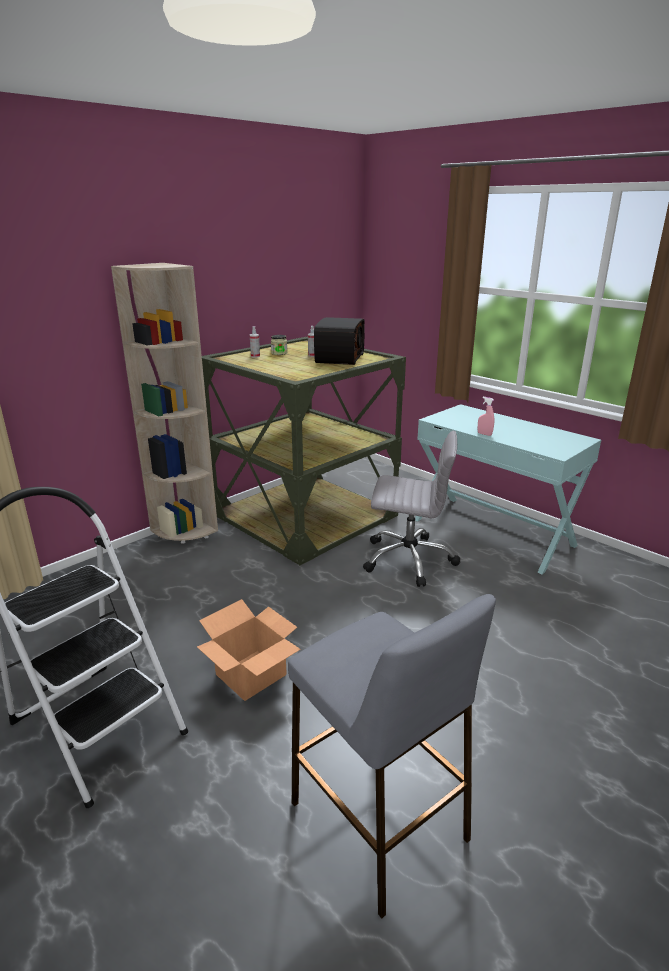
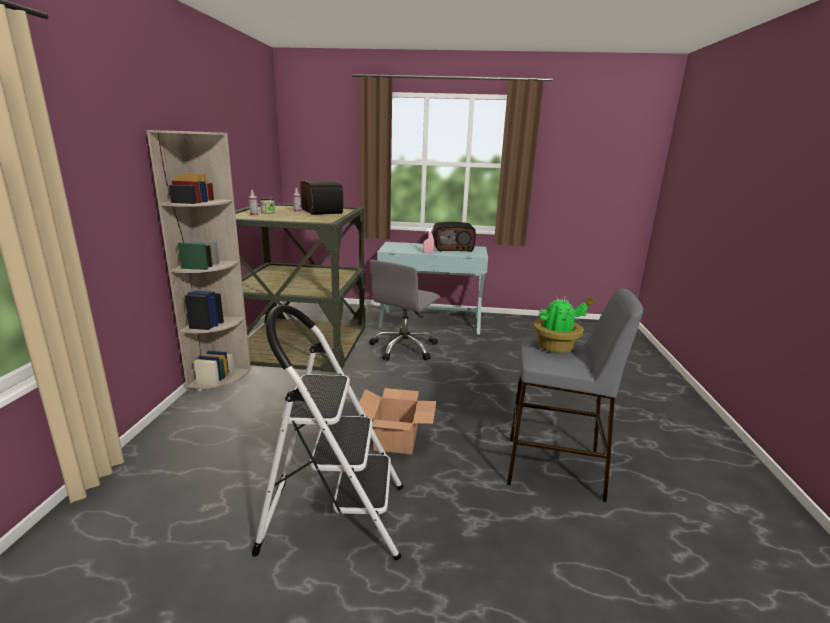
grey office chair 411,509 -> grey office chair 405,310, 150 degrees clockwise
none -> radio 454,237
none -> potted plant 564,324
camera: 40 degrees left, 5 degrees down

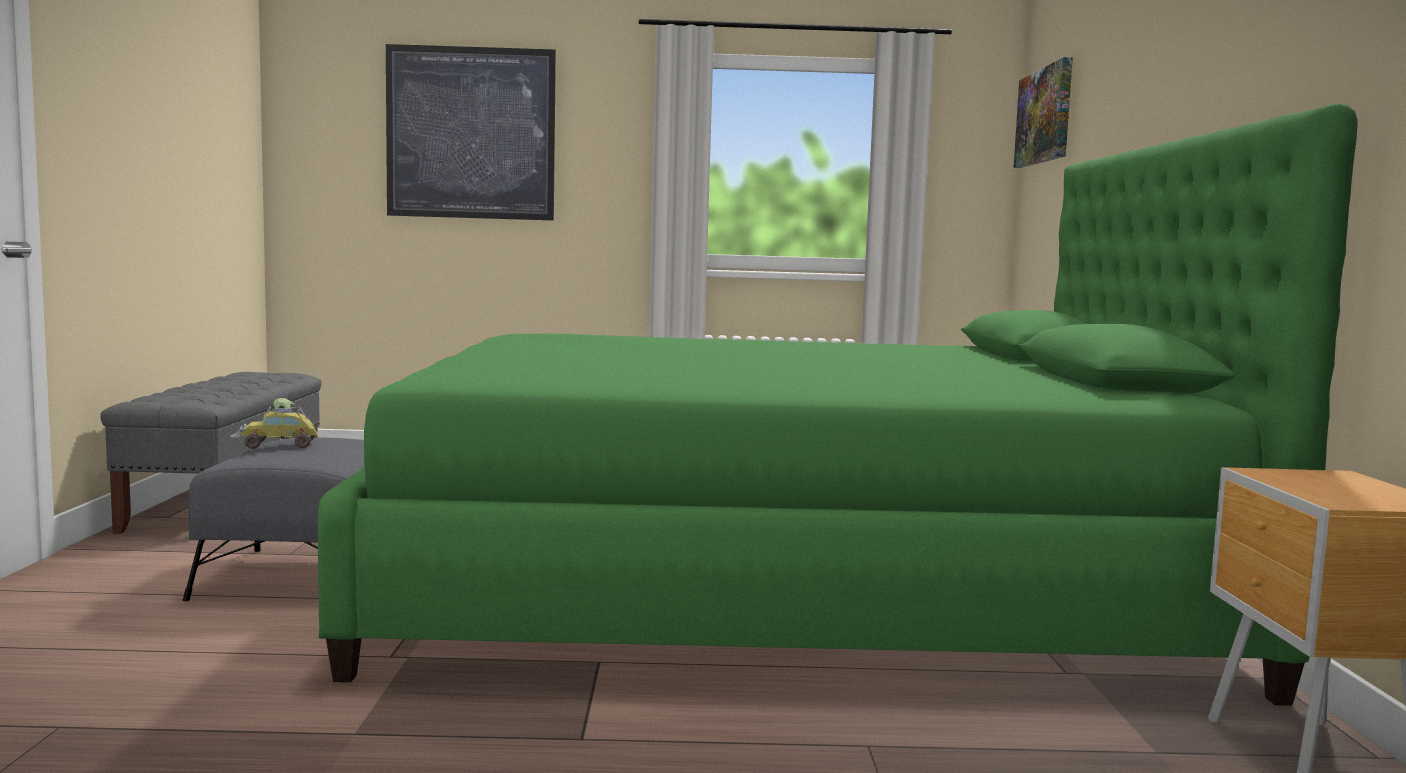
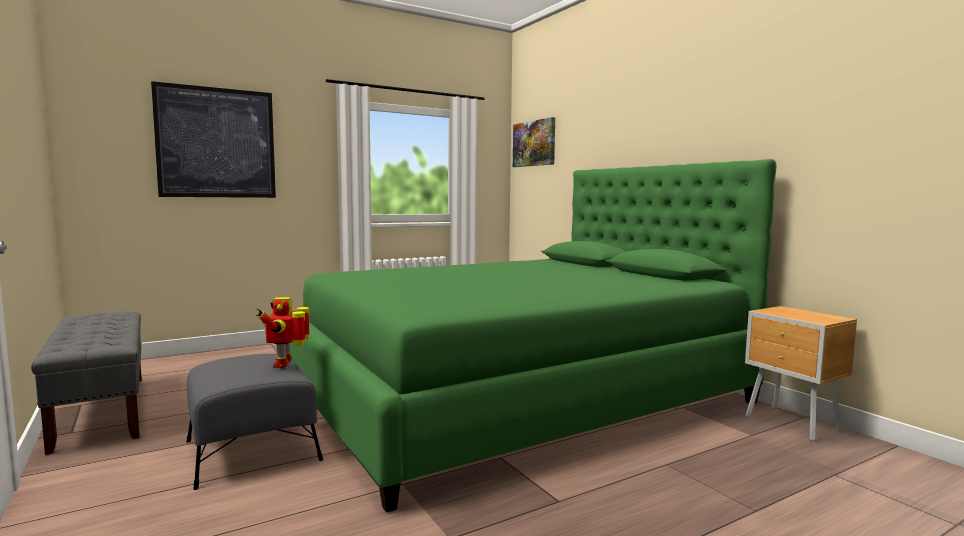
none -> toy robot 283,332
toy car 274,423 -> none
camera: 30 degrees left, 0 degrees up

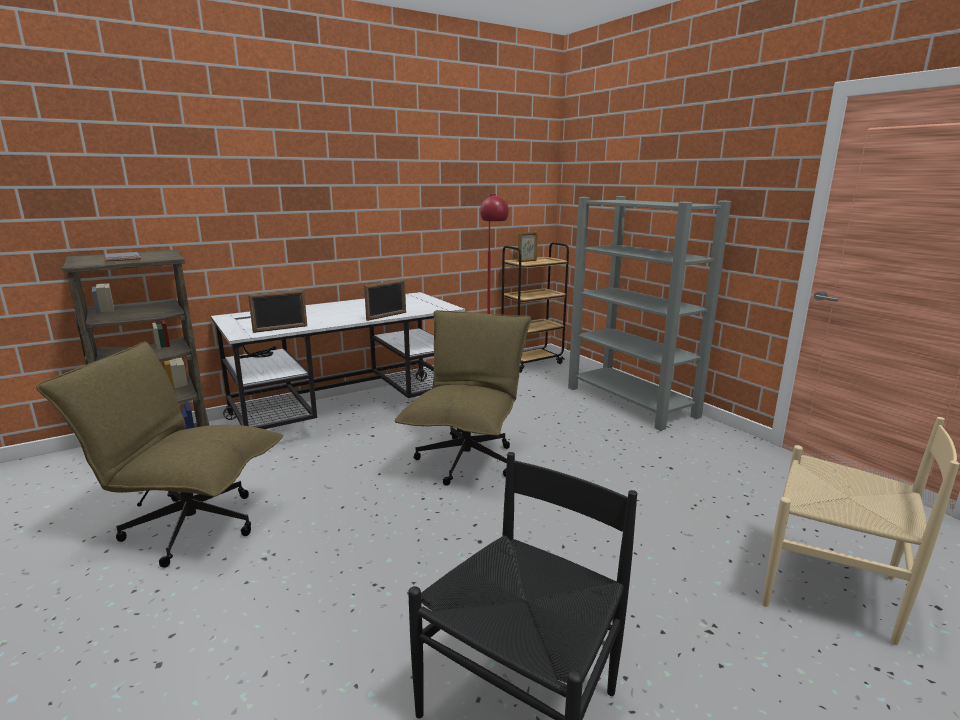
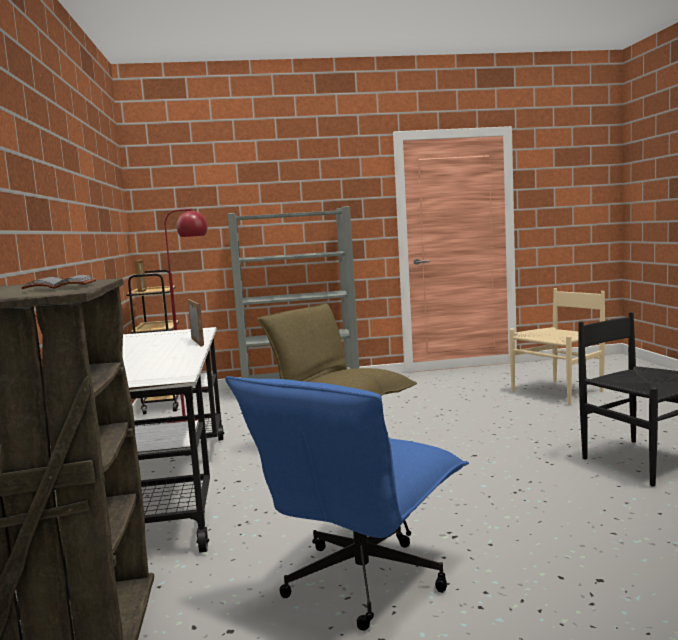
beige office chair 159,454 -> blue office chair 347,503
picture frame 277,311 -> none
camera: 65 degrees left, 10 degrees down

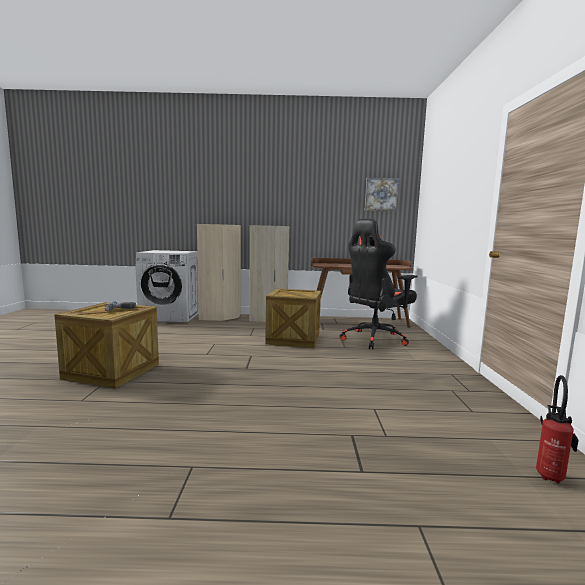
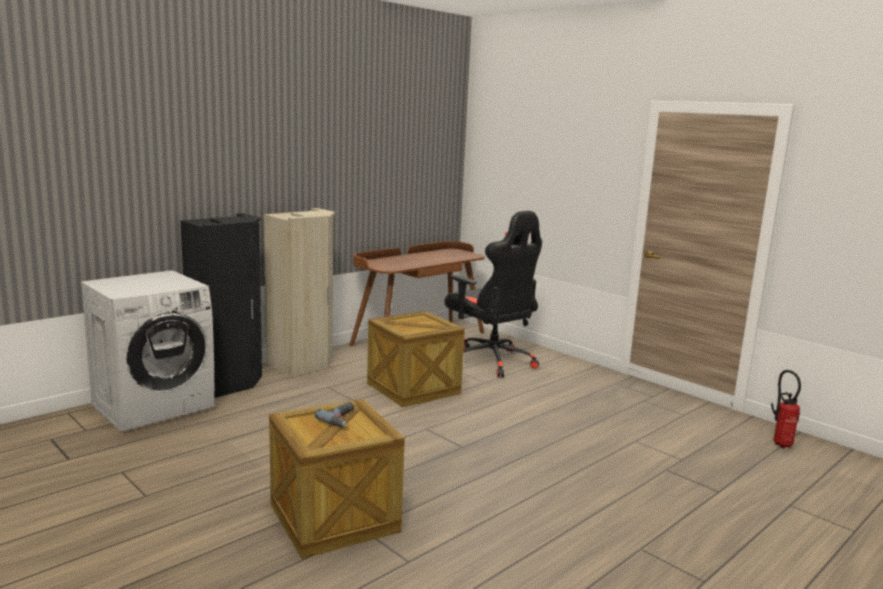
beige cabinet 219,272 -> black cabinet 221,305
black office chair 378,284 -> black office chair 493,294, 45 degrees counterclockwise
picture 382,194 -> none
camera: 45 degrees left, 5 degrees up

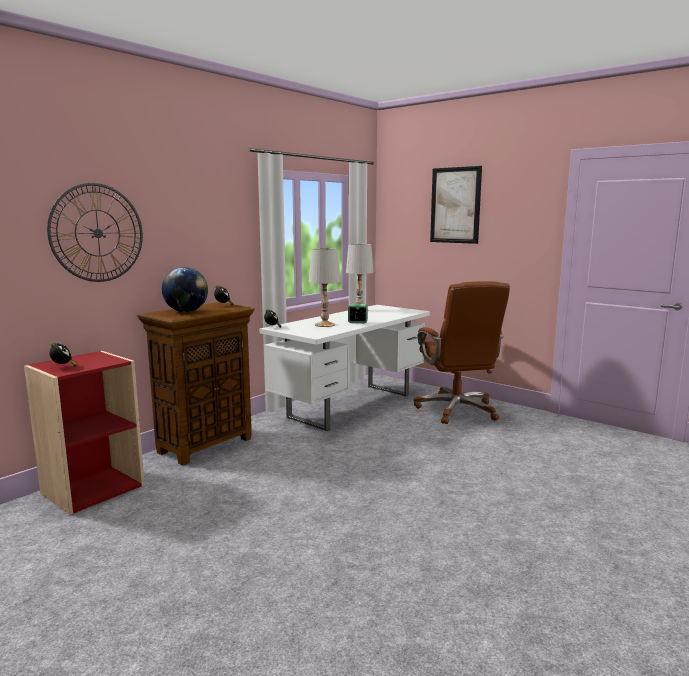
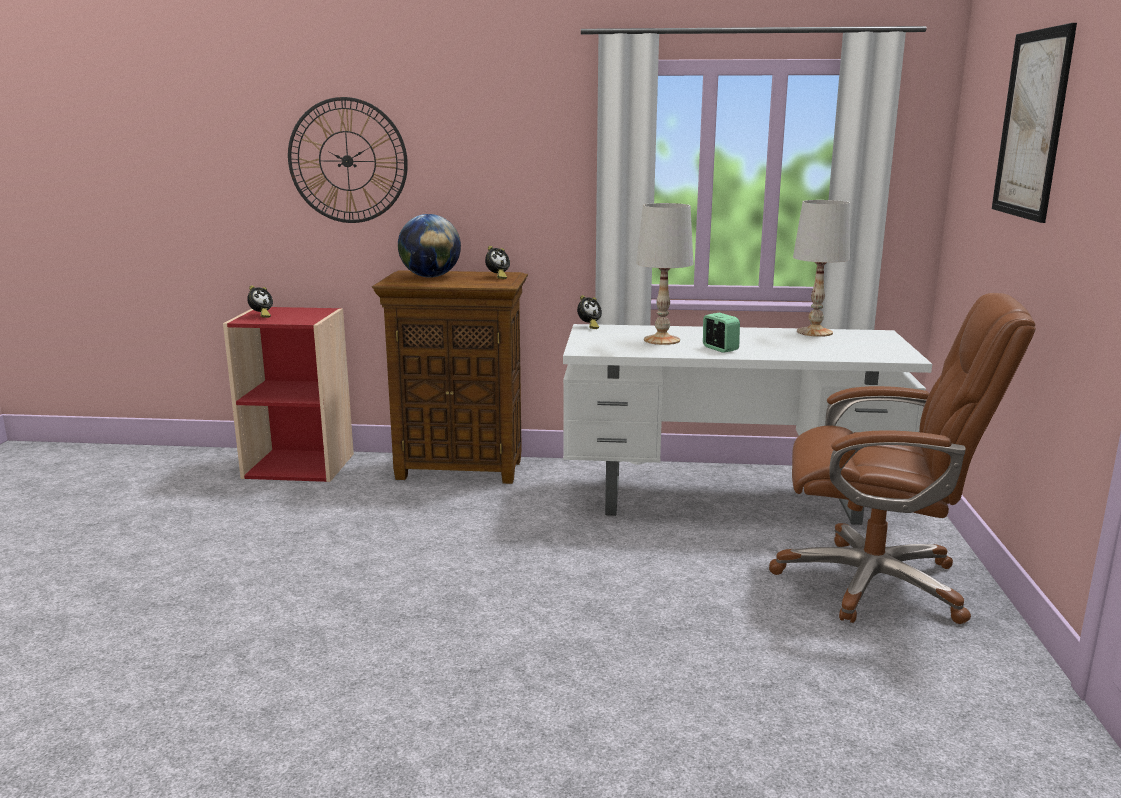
brown office chair 462,352 -> brown office chair 902,458, 120 degrees counterclockwise
camera: 55 degrees right, 5 degrees up

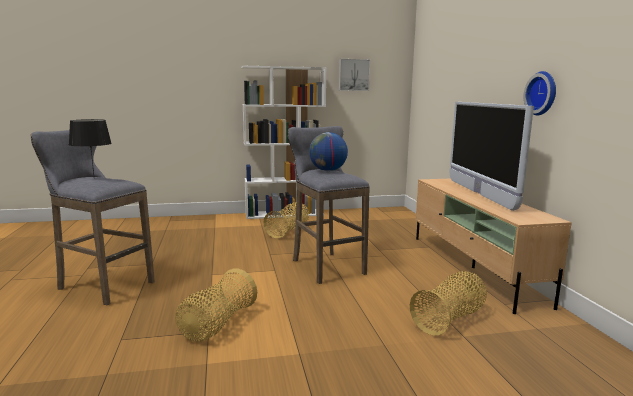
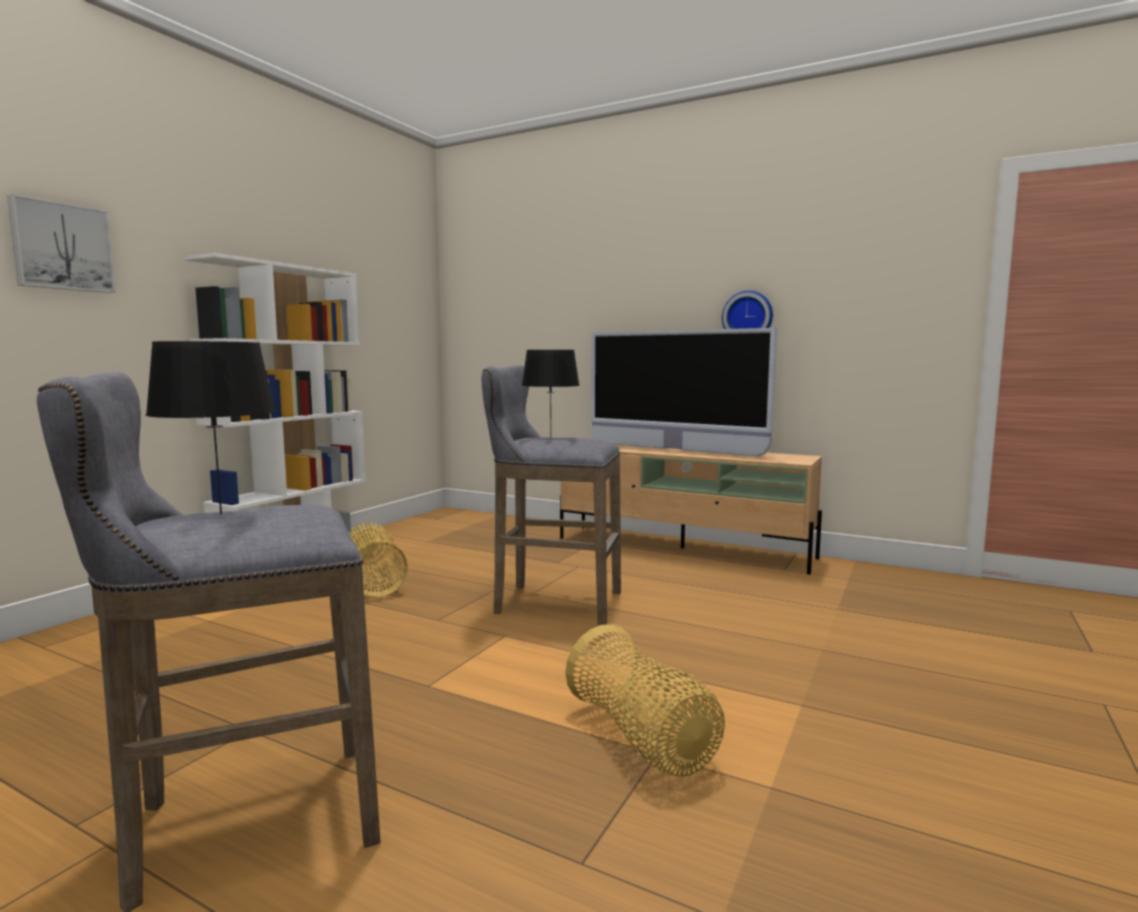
picture 354,75 -> picture 61,243, shifted
globe 328,151 -> black table lamp 551,394
basket 448,303 -> none
camera: 50 degrees left, 5 degrees down

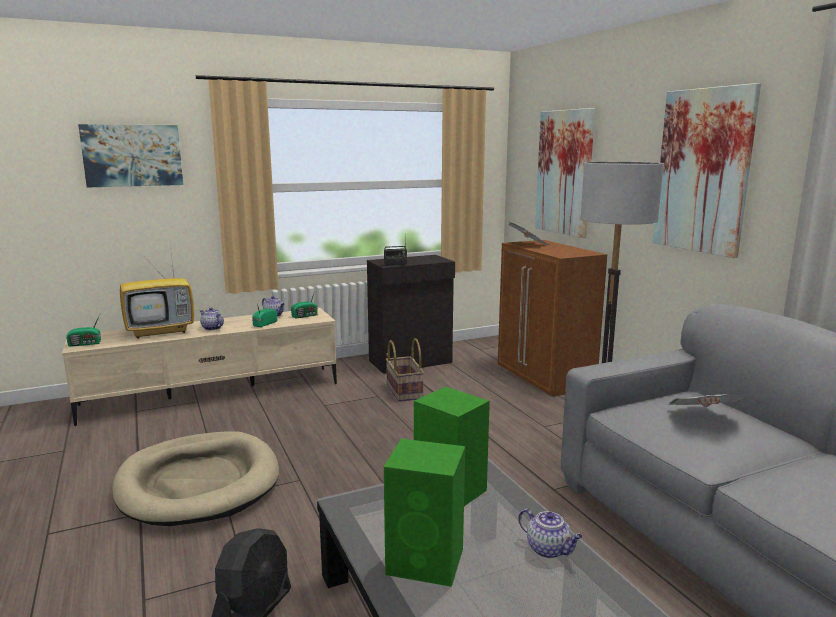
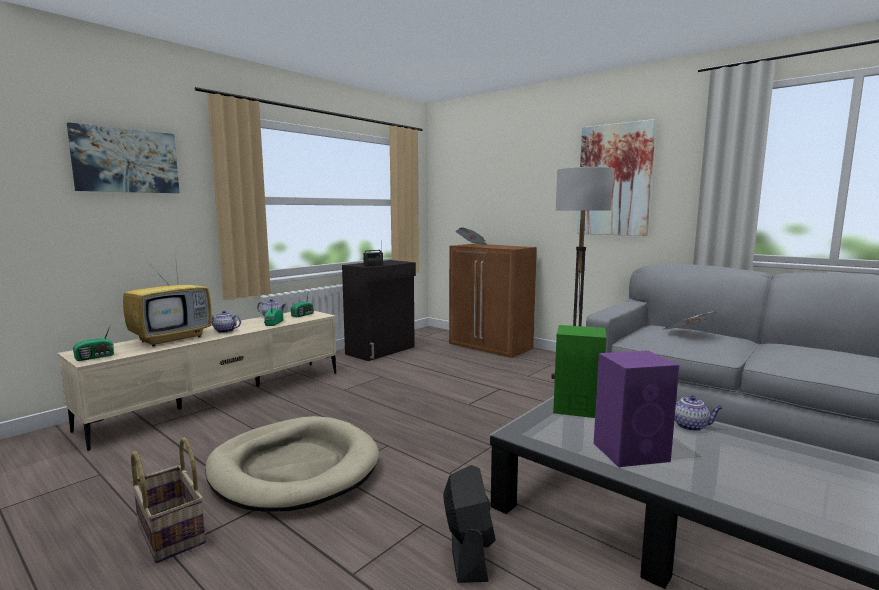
basket 405,370 -> basket 168,500, shifted
green speaker 424,513 -> purple speaker 636,408
picture 565,173 -> none
camera: 25 degrees left, 5 degrees down

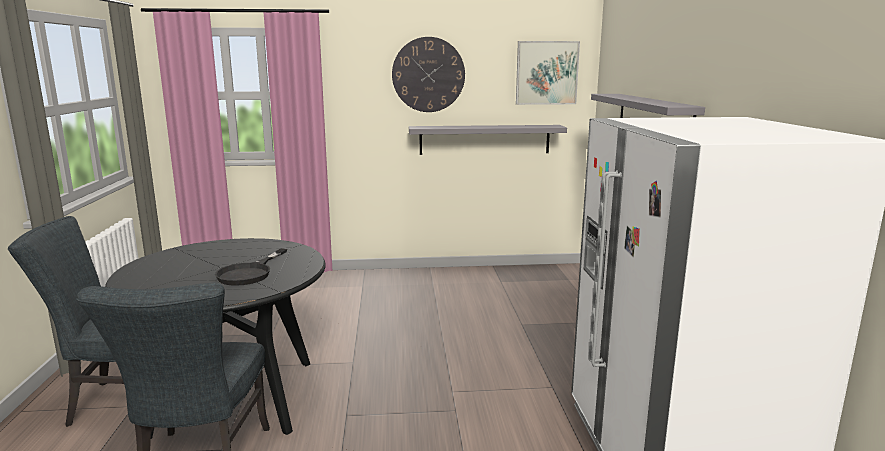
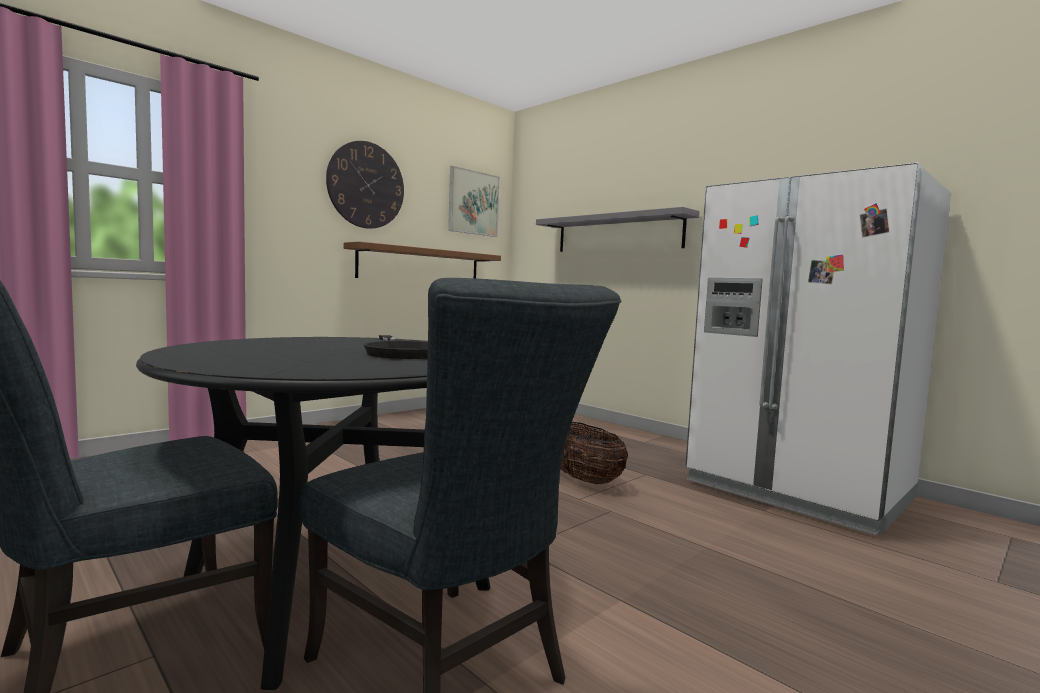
grey shelf 488,140 -> brown shelf 422,260
none -> basket 594,453
camera: 40 degrees left, 10 degrees down

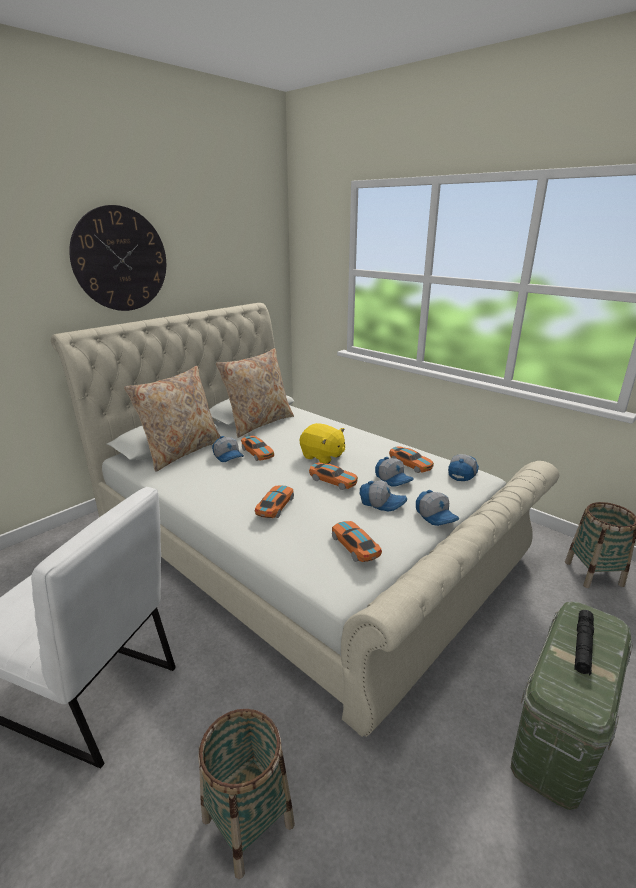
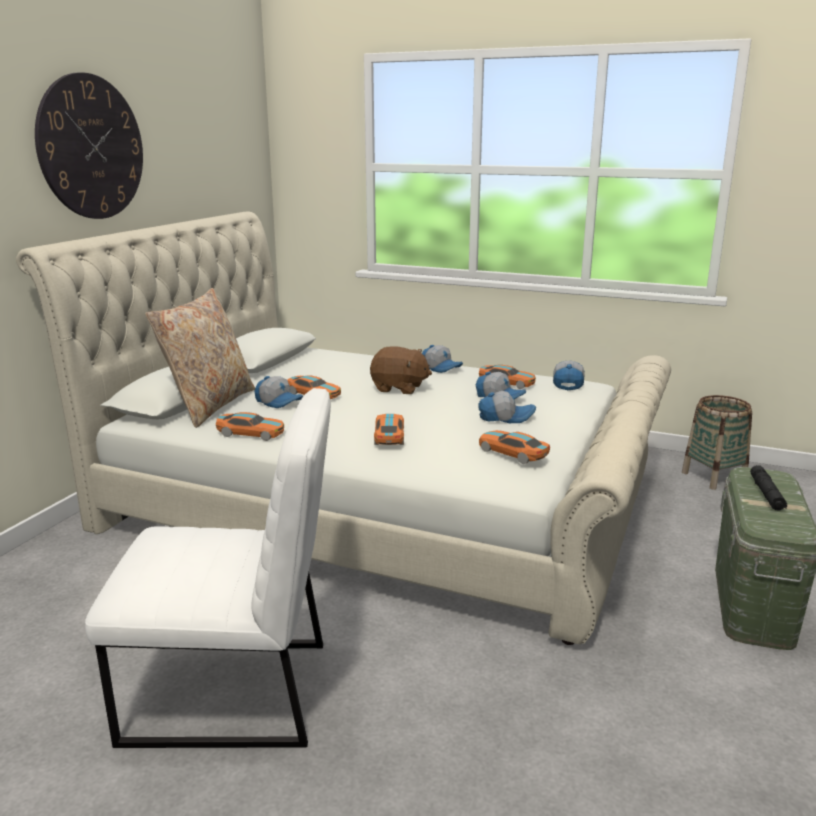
toy car 333,476 -> toy car 250,426, shifted
yellow plush toy 322,443 -> brown plush toy 401,370
cap 437,508 -> cap 442,359, shifted
basket 246,794 -> none
beige pillow 255,393 -> none
camera: 20 degrees left, 5 degrees down

